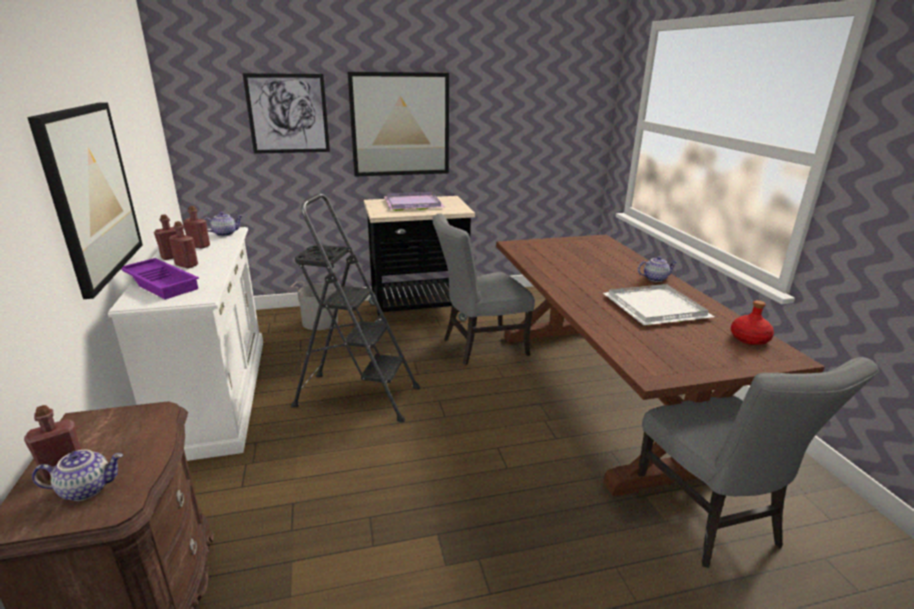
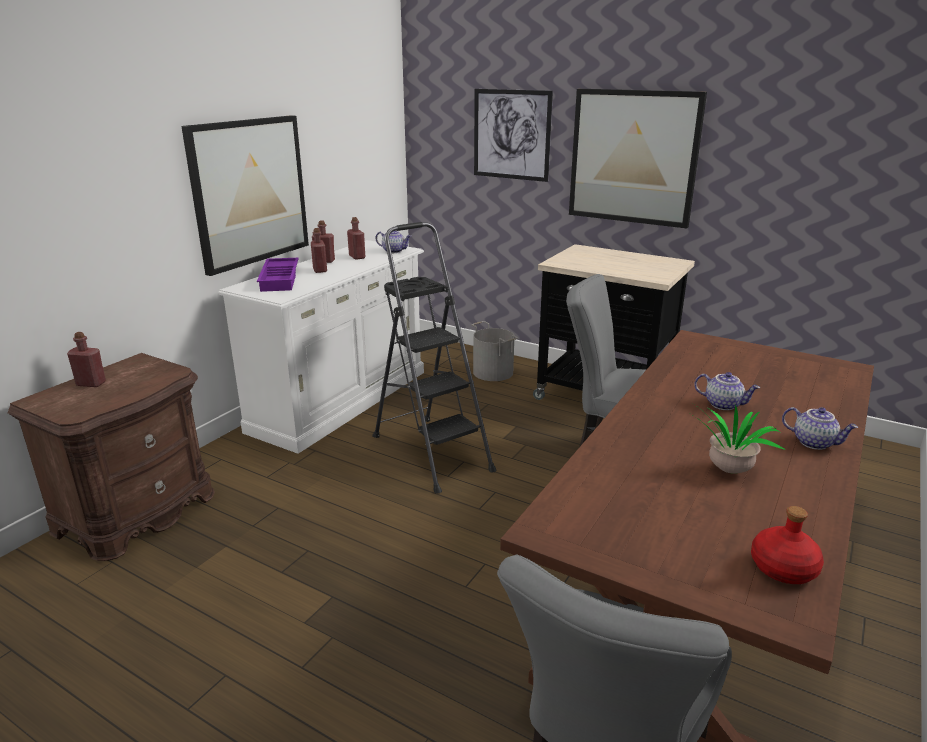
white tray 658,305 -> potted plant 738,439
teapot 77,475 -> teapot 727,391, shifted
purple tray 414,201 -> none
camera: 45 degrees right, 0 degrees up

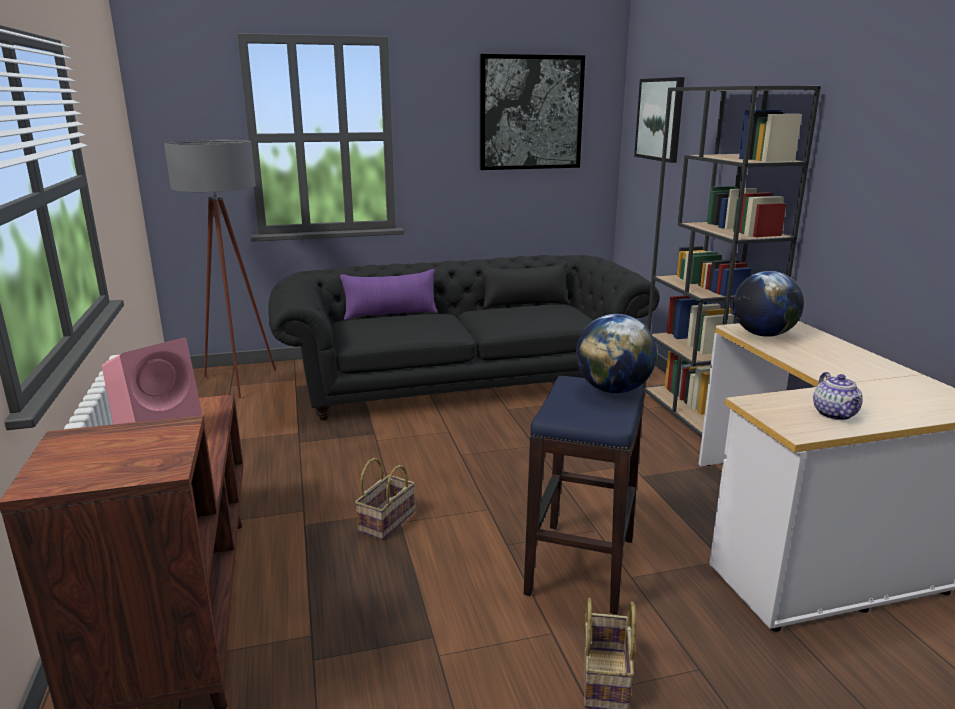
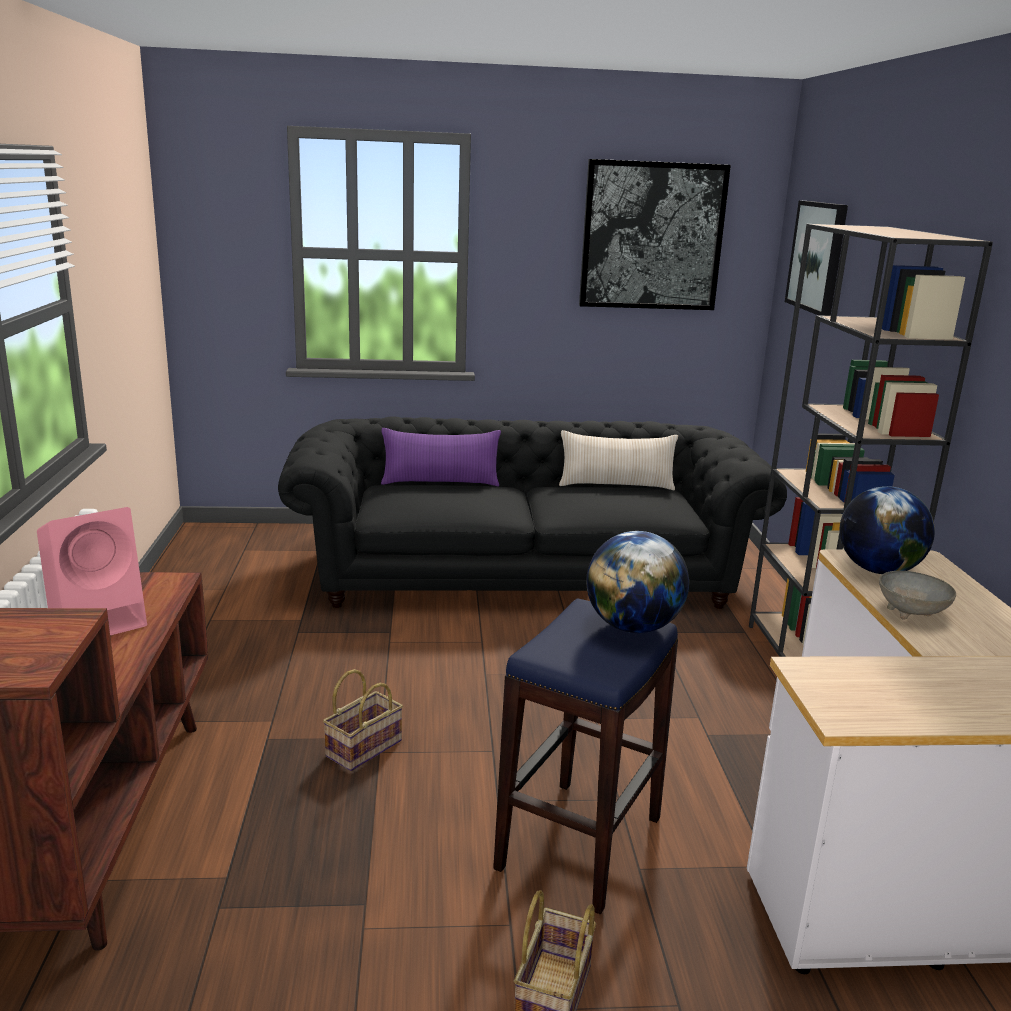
black pillow 525,285 -> beige pillow 618,460
none -> grey bowl 917,595
grey floor lamp 220,269 -> none
teapot 838,396 -> none
camera: 10 degrees right, 0 degrees up

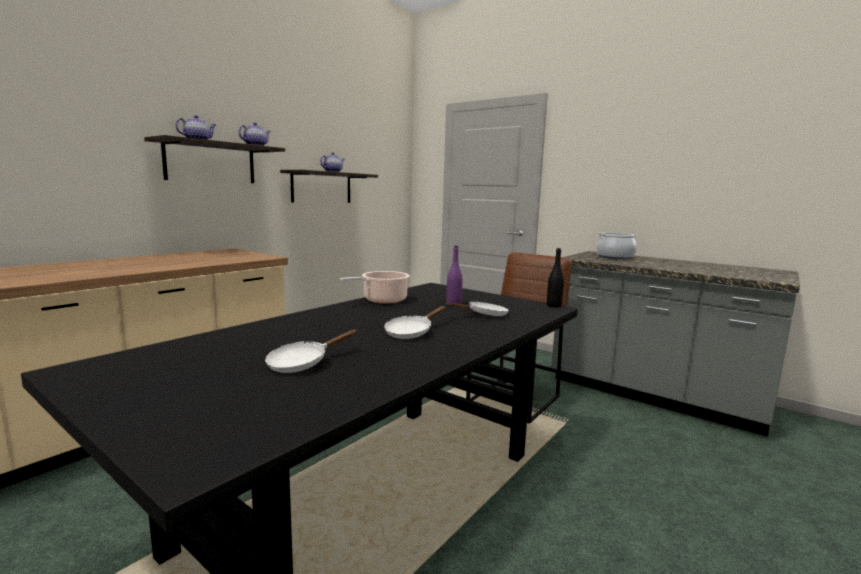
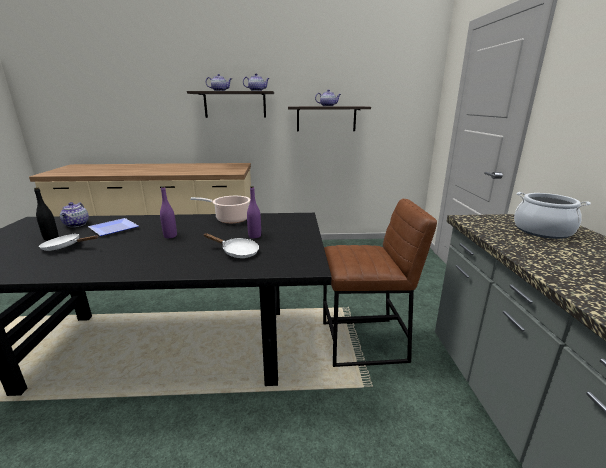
black bottle 555,277 -> black bottle 46,213, shifted
none -> teapot 74,214
none -> plate 113,227
none -> purple bottle 168,212
white frying pan 415,322 -> none
camera: 50 degrees right, 10 degrees up

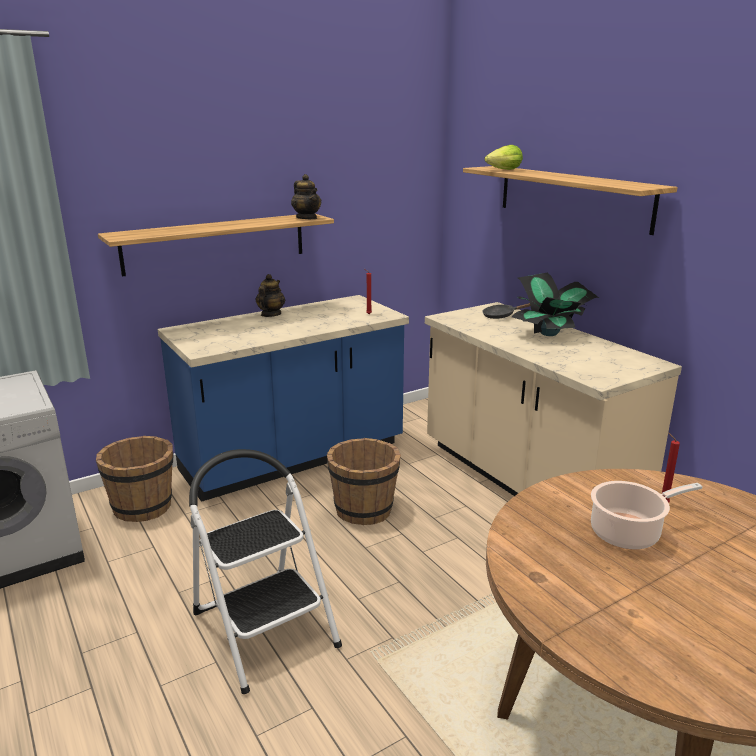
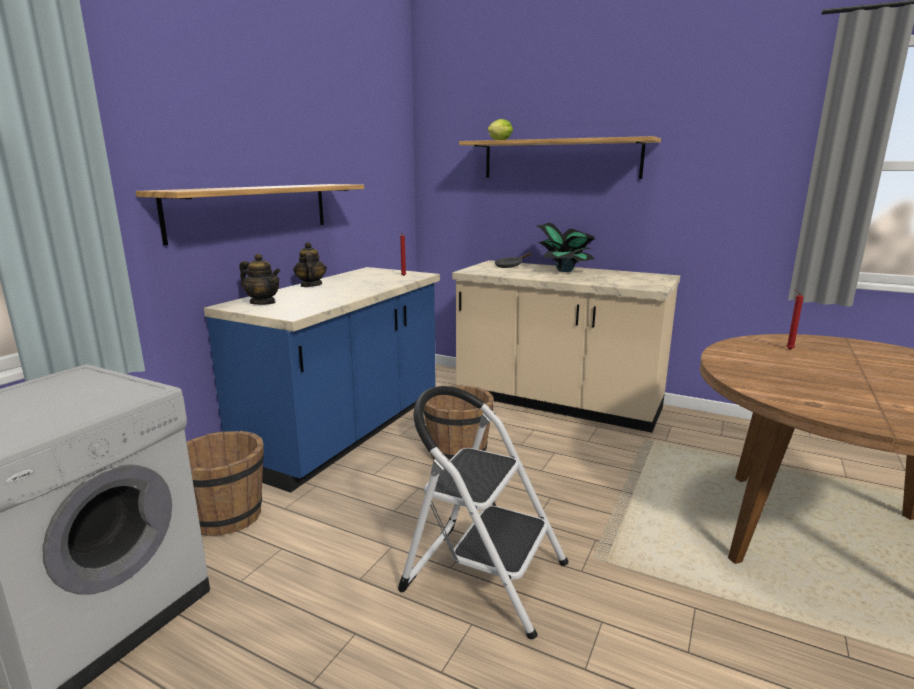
teapot 306,196 -> teapot 259,279, shifted
cooking pot 647,515 -> none
camera: 30 degrees left, 5 degrees down

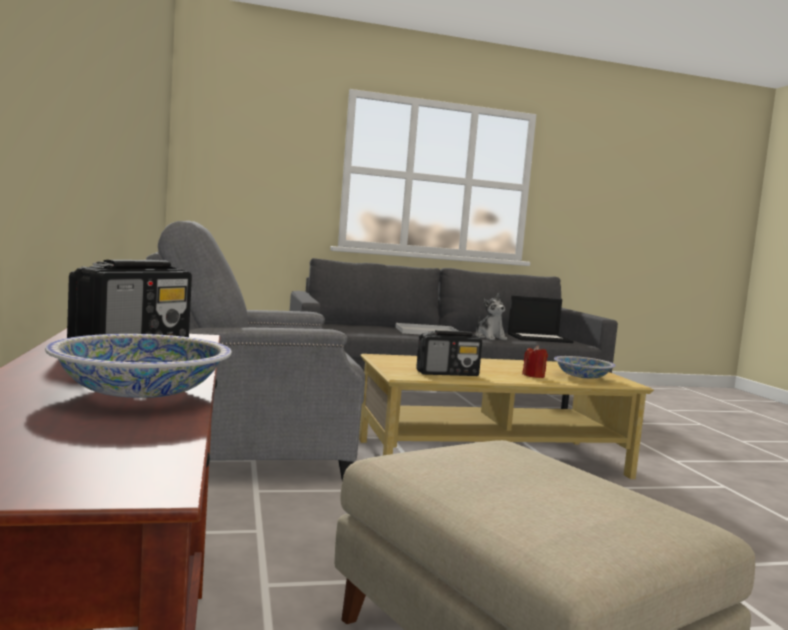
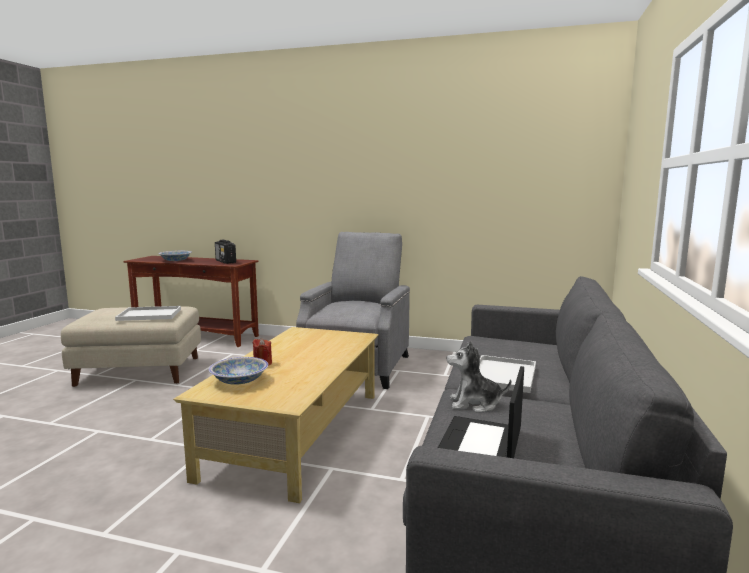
none -> white tray 148,313
radio 449,353 -> none
camera: 120 degrees right, 5 degrees up

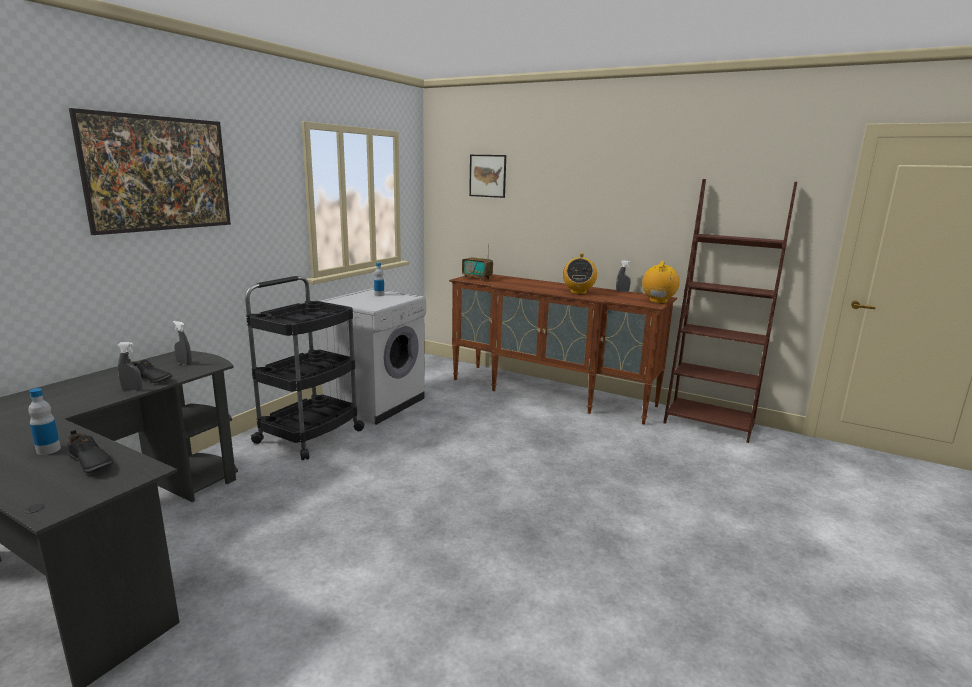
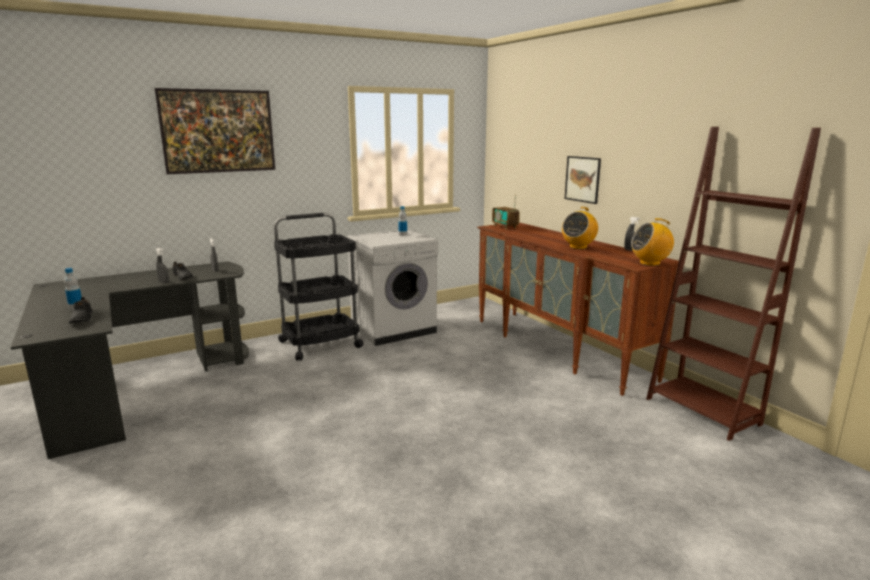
picture 487,176 -> picture 583,180, shifted
radio 661,282 -> radio 652,242, 150 degrees counterclockwise
camera: 30 degrees right, 0 degrees up

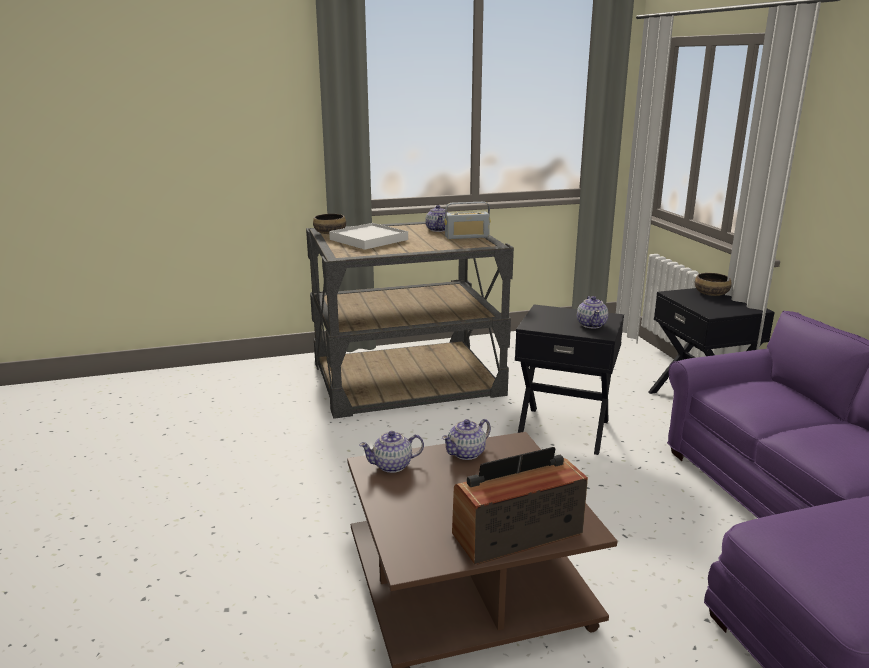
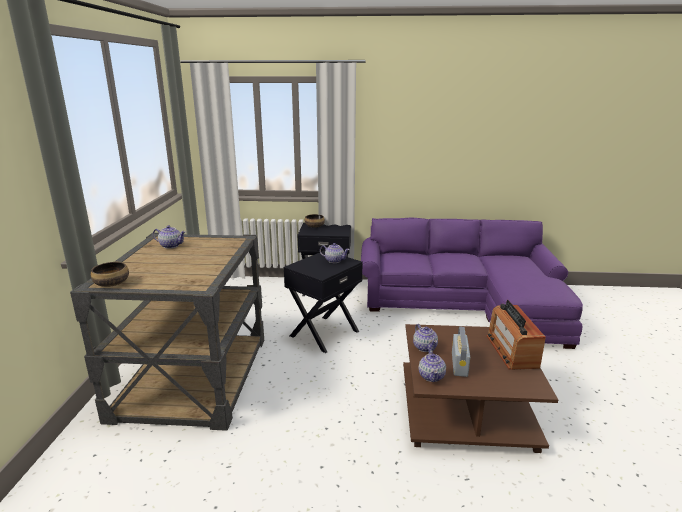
radio 467,220 -> radio 461,351, shifted
white tray 368,236 -> none
camera: 70 degrees left, 0 degrees up

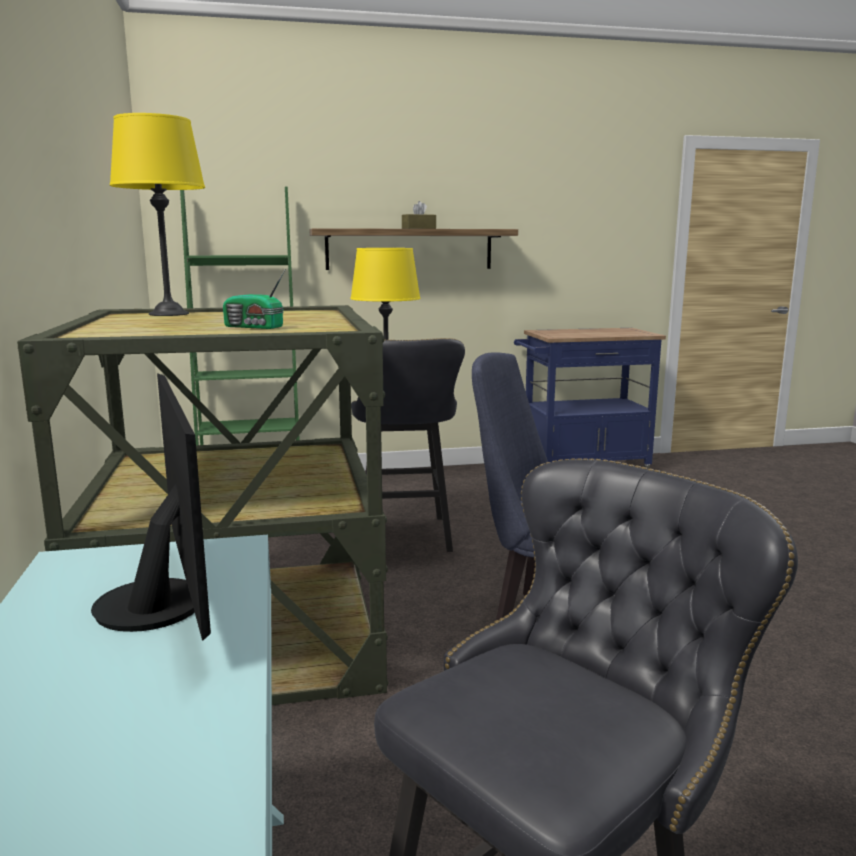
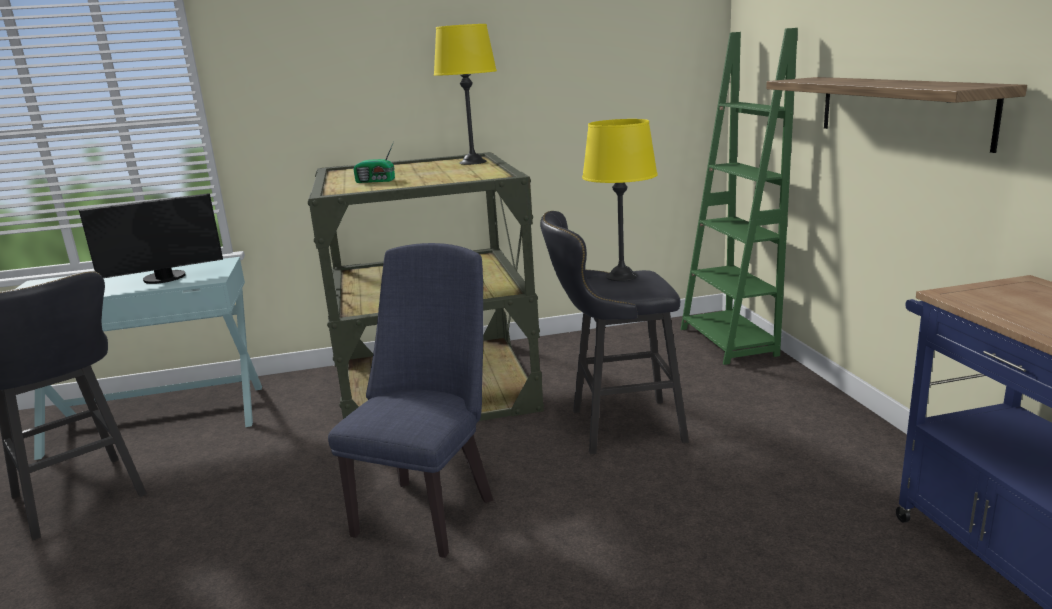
radio 254,299 -> radio 374,162, 105 degrees counterclockwise
brown tissue box 419,215 -> none
camera: 90 degrees right, 5 degrees up

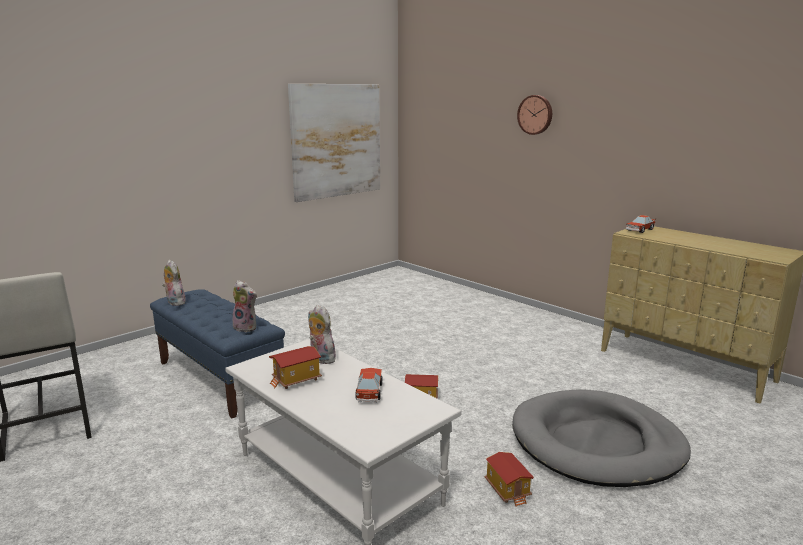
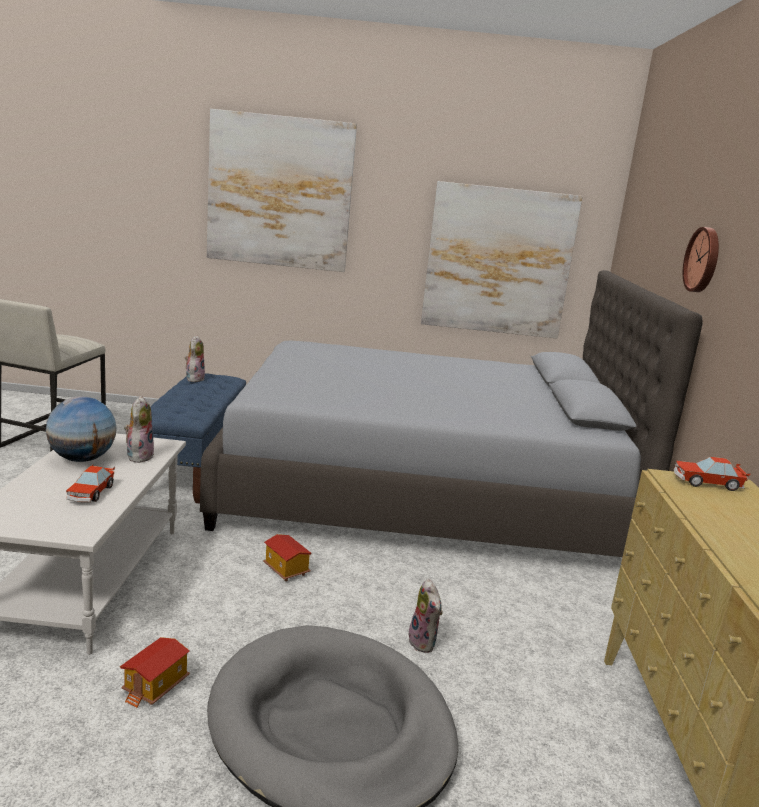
toy house 295,367 -> globe 81,429
toy car 369,385 -> toy car 90,483, 135 degrees clockwise
none -> grey bed 451,413
none -> picture 282,190
plush toy 245,306 -> plush toy 424,616, shifted
camera: 45 degrees right, 0 degrees up

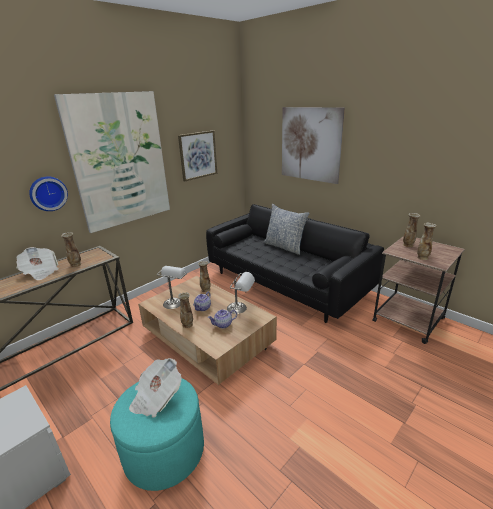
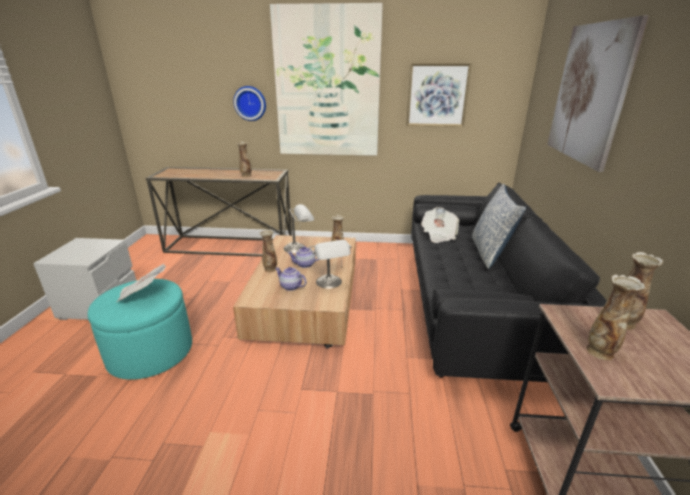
newspaper 37,263 -> newspaper 440,225, shifted
camera: 50 degrees right, 0 degrees up

